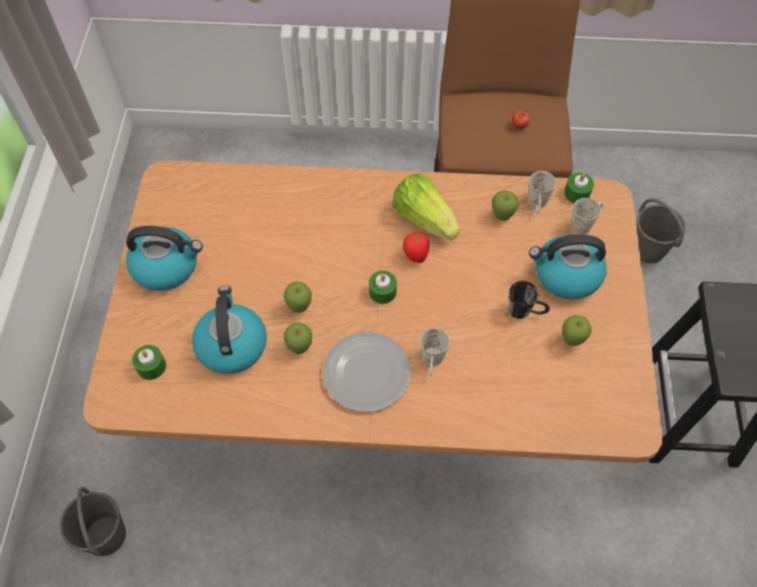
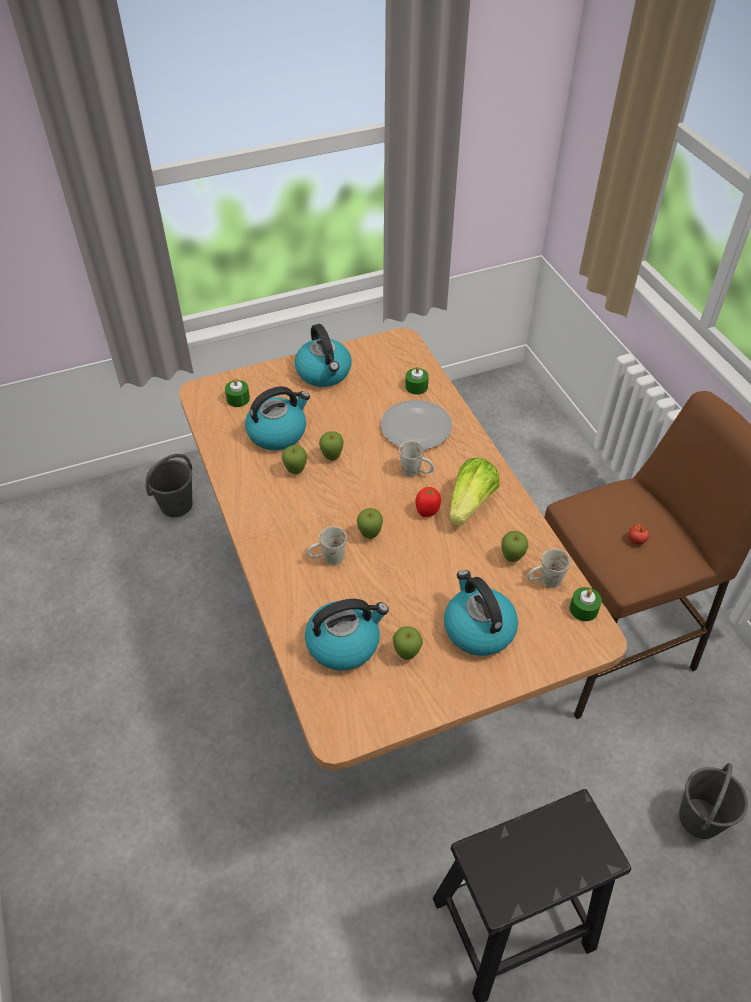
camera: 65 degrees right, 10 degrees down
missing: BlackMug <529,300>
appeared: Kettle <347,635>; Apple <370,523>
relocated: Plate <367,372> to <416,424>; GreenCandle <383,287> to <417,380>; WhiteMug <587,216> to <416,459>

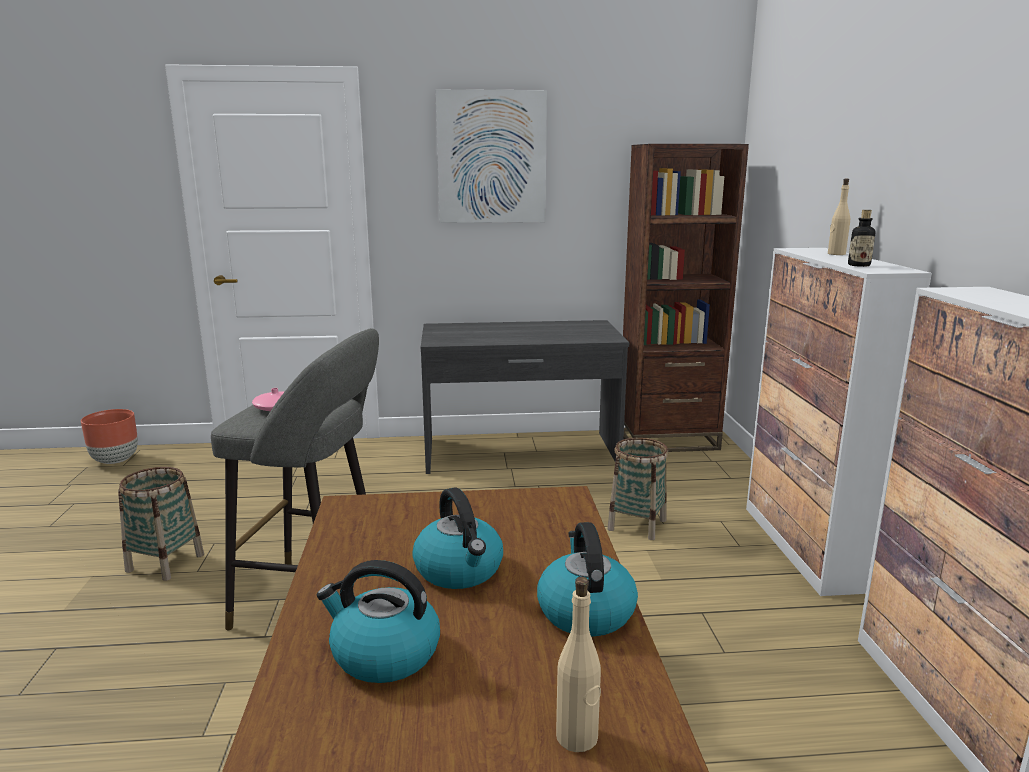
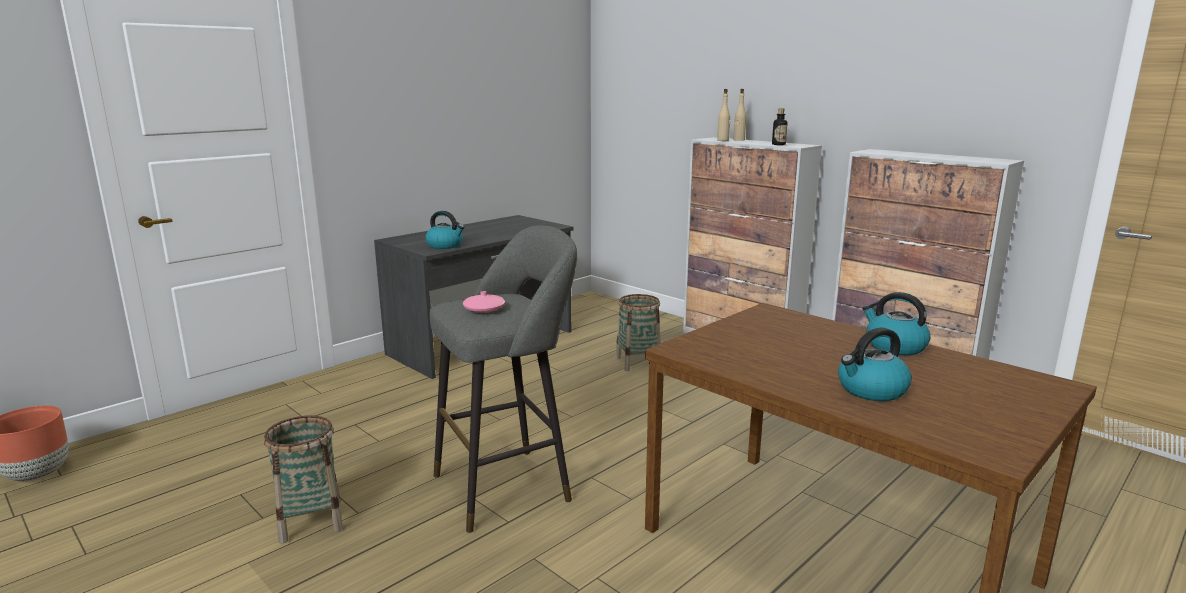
camera: 40 degrees left, 0 degrees up
missing: Picture <491,156>; BrownBookcase <686,298>
relocated: Kettle <457,538> to <445,230>; BeigeBottle <578,664> to <723,115>

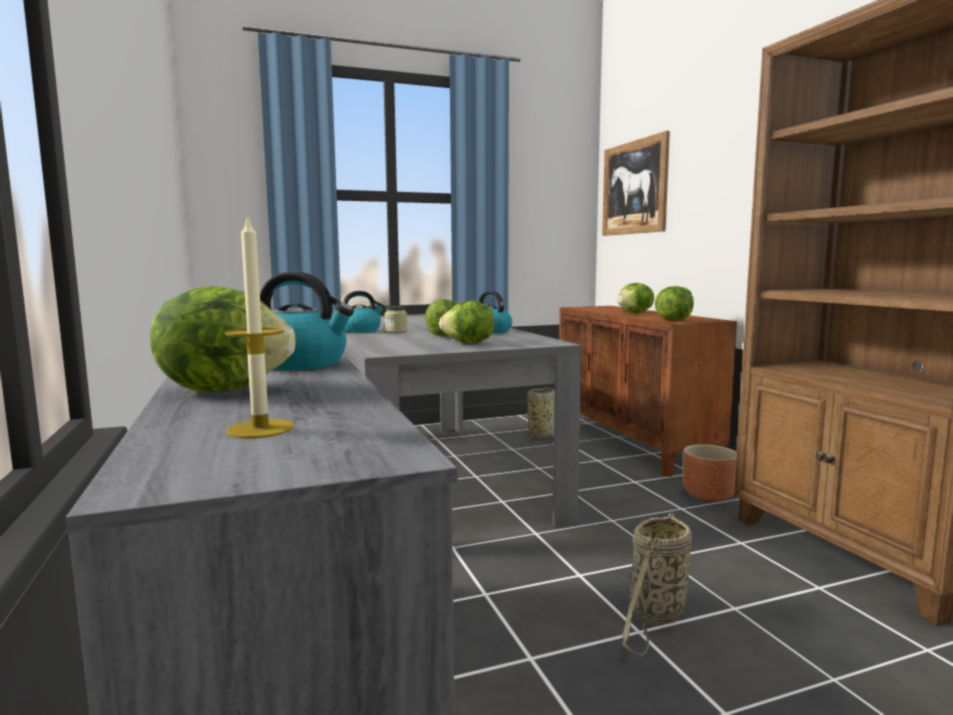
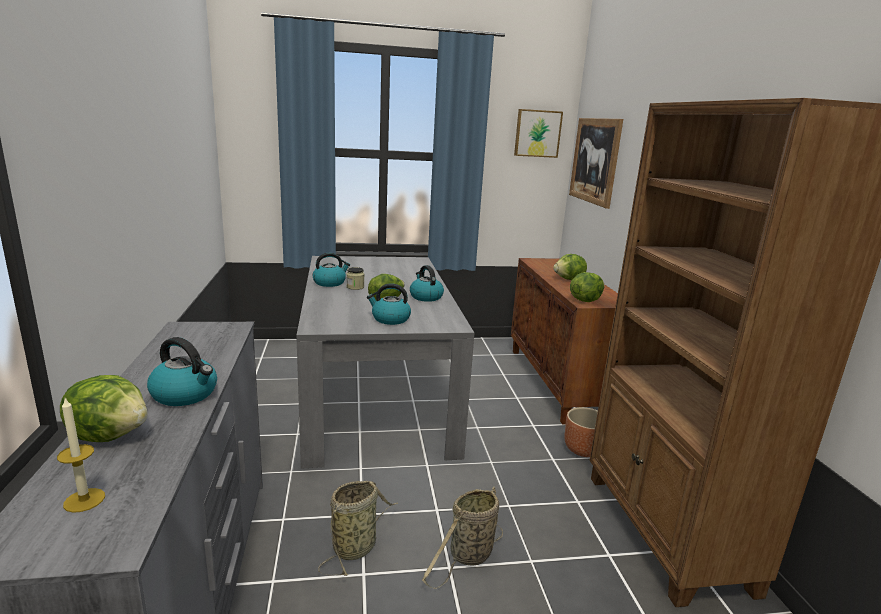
camera: 10 degrees right, 10 degrees up
appeared: Picture <538,133>
relocated: Basket <541,414> to <358,528>
exchanged: Lettuce <467,322> to Kettle <389,304>

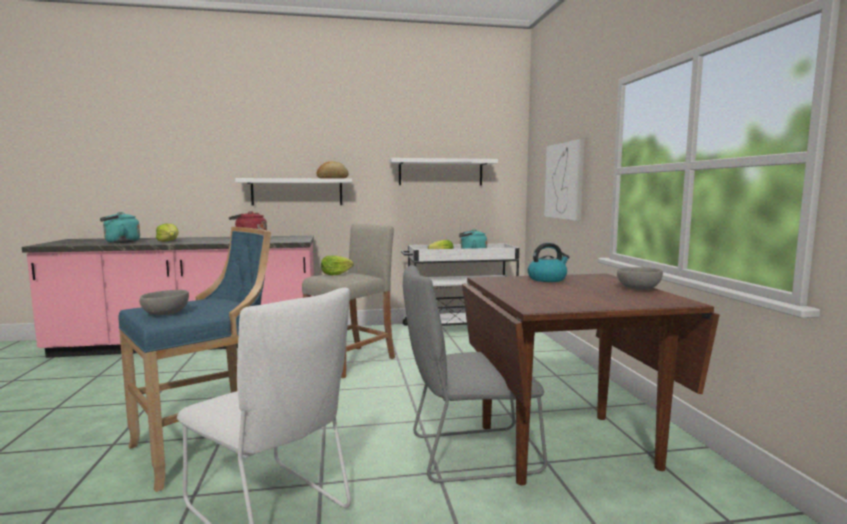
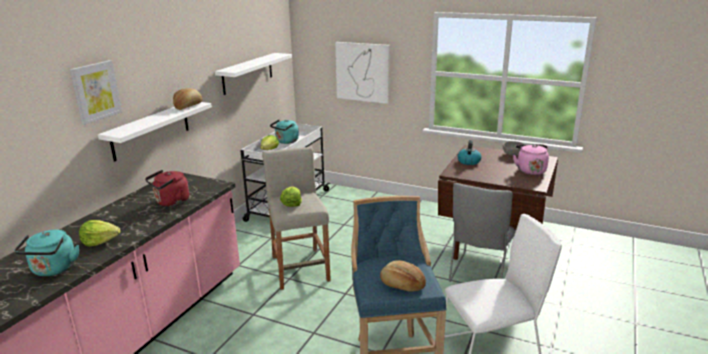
camera: 55 degrees left, 15 degrees up
appeared: Picture <96,92>; PinkKettle <531,159>
exchanged: GreyBowl <164,302> to Bread <403,276>

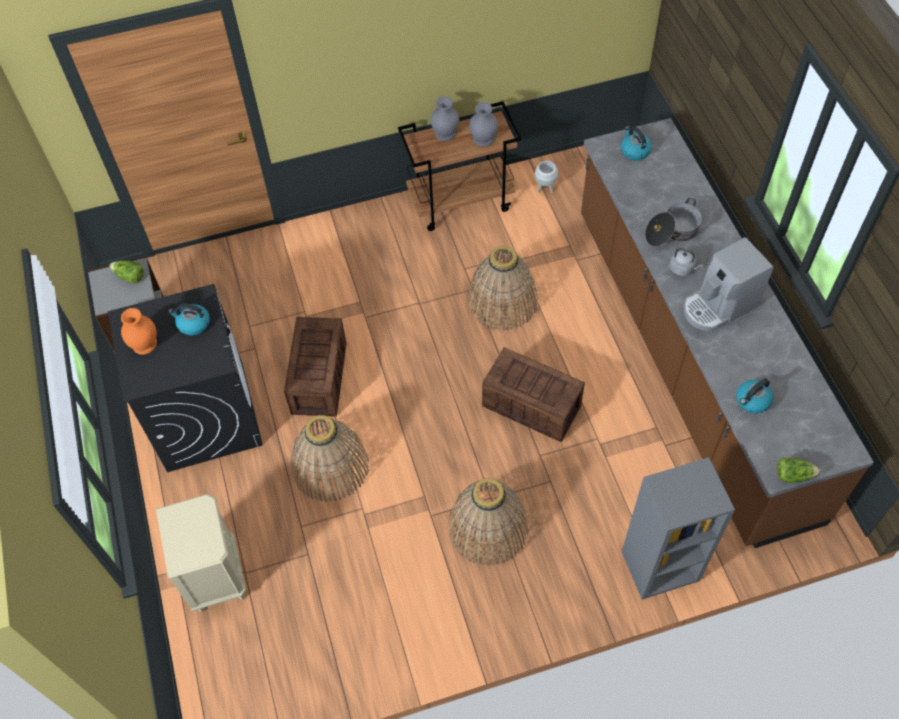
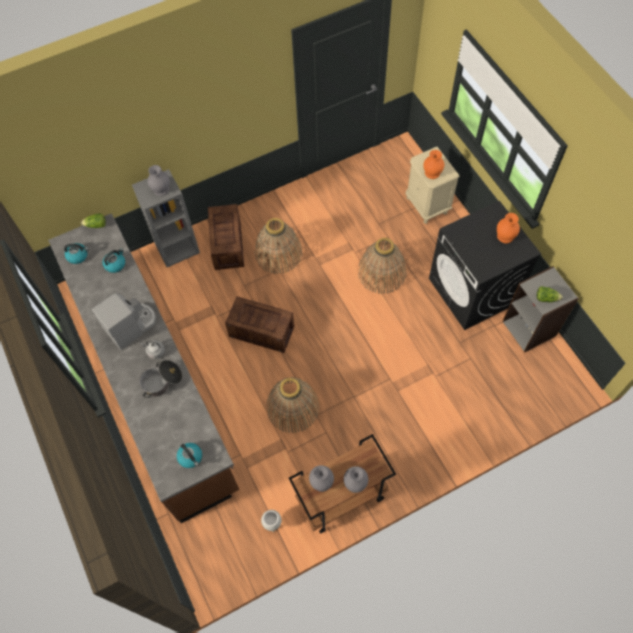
camera: 170 degrees right, 5 degrees up
appeared: GreyVase <159,180>; OrangeVase <433,164>
relocated: Kettle <189,319> to <76,253>; Crate <315,367> to <226,237>

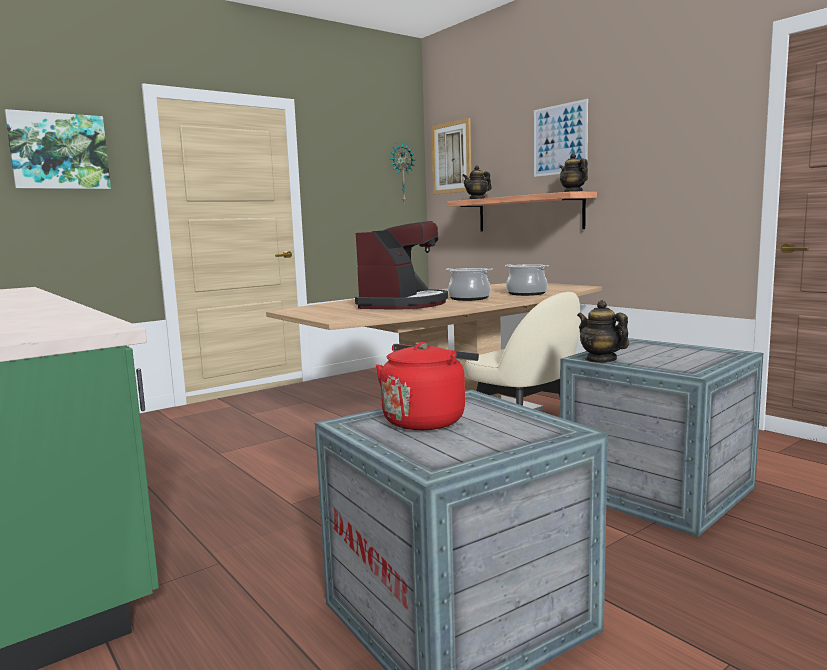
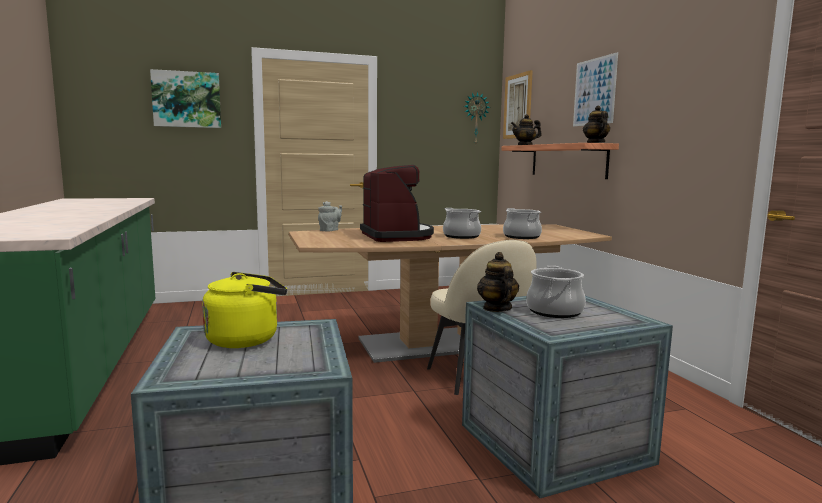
camera: 20 degrees right, 0 degrees up
appeared: GreyTeapot <330,216>; CookingPot <556,292>
colour: RedKettle <427,386> to YellowKettle <244,310>
spun: CoffeeMachine <401,265> = <397,203> 60 degrees counterclockwise

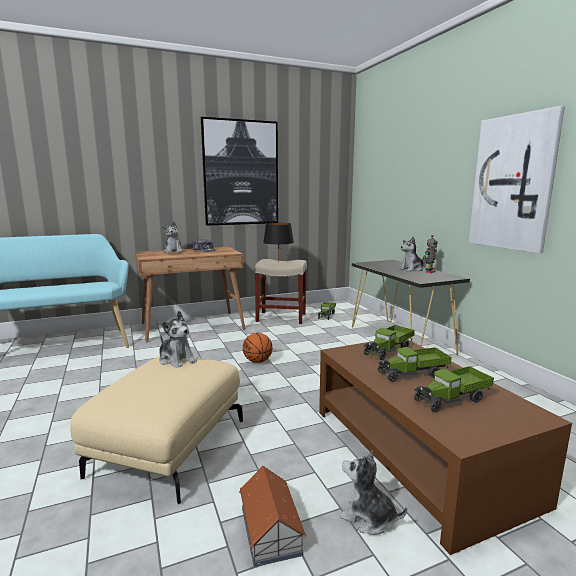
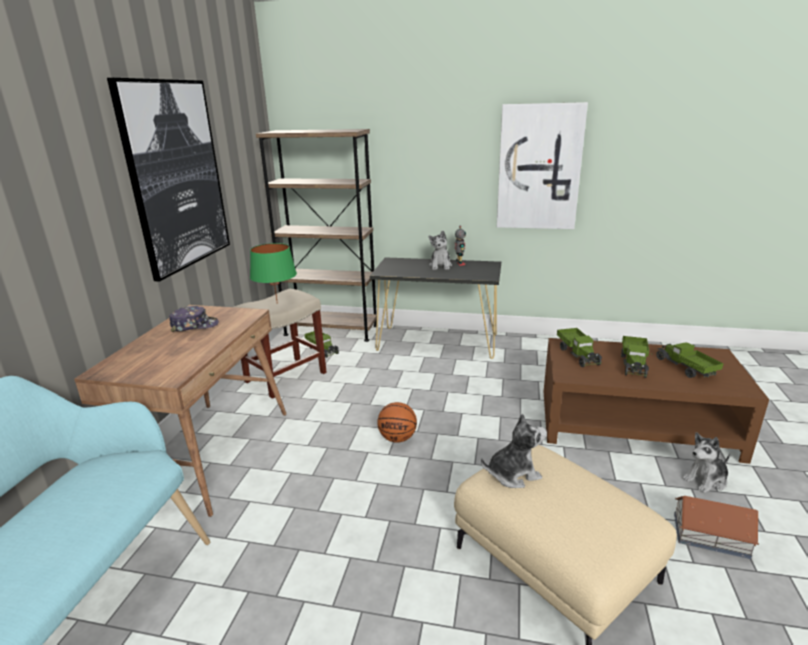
camera: 55 degrees left, 10 degrees up
missing: PlushToy <173,237>
appeared: BrownBookcase <316,235>
colour: BlackTableLamp <278,242> to GreenTableLamp <273,273>
spun: ToyTruck <454,389> = <690,360> 150 degrees clockwise

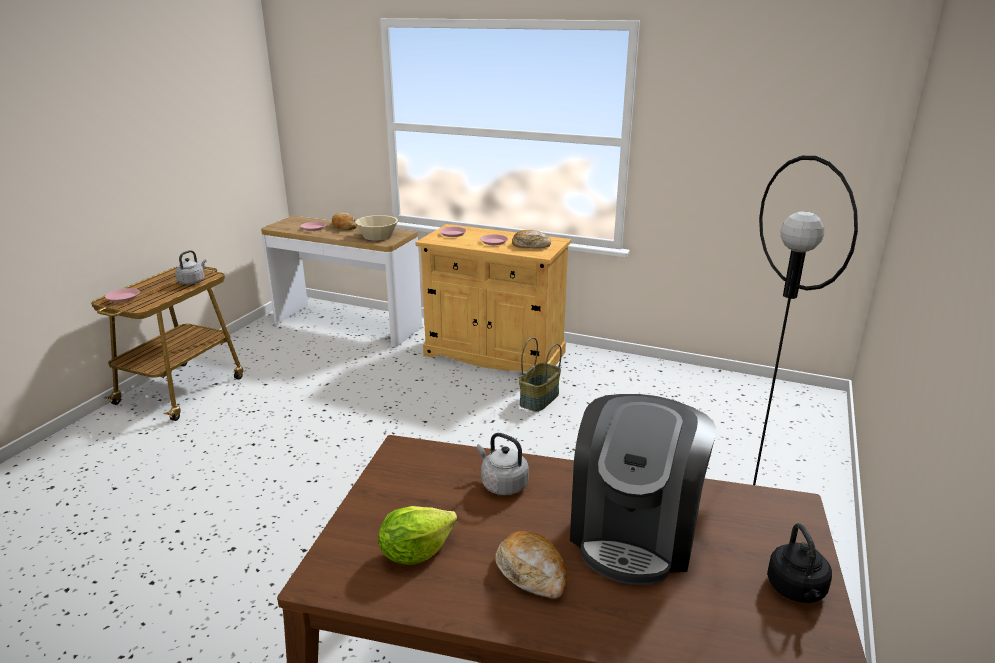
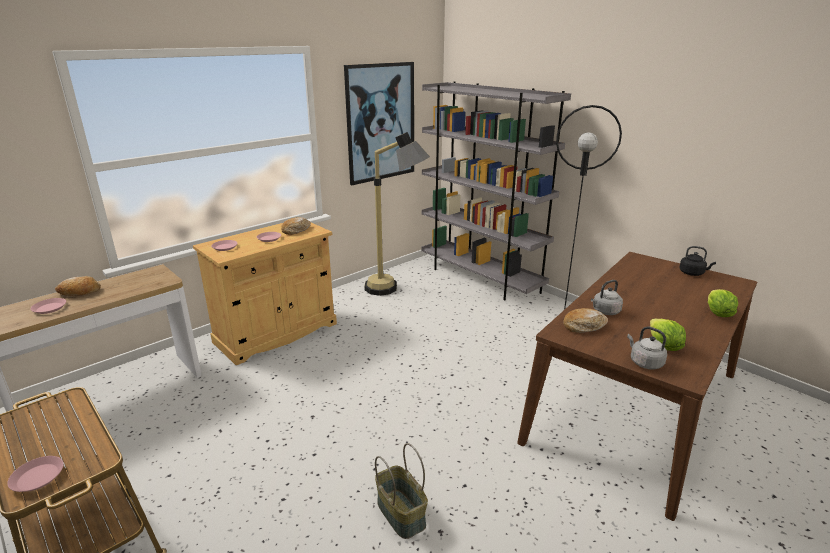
camera: 65 degrees left, 0 degrees up
missing: BeigeBowl <376,228>; CoffeeMachine <643,489>
appeared: Picture <379,123>; FloorLamp <397,214>; GreyBookcase <496,190>; Lettuce <723,303>
relocated: GreyKettle <190,267> to <647,348>; Bread <531,564> to <585,320>; Basket <540,374> to <401,491>

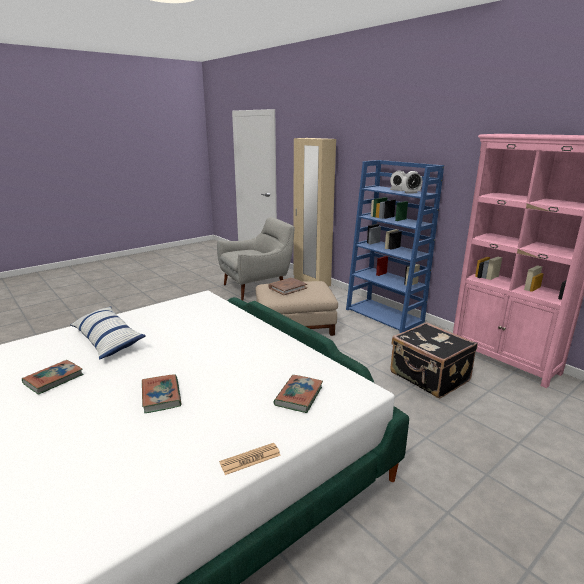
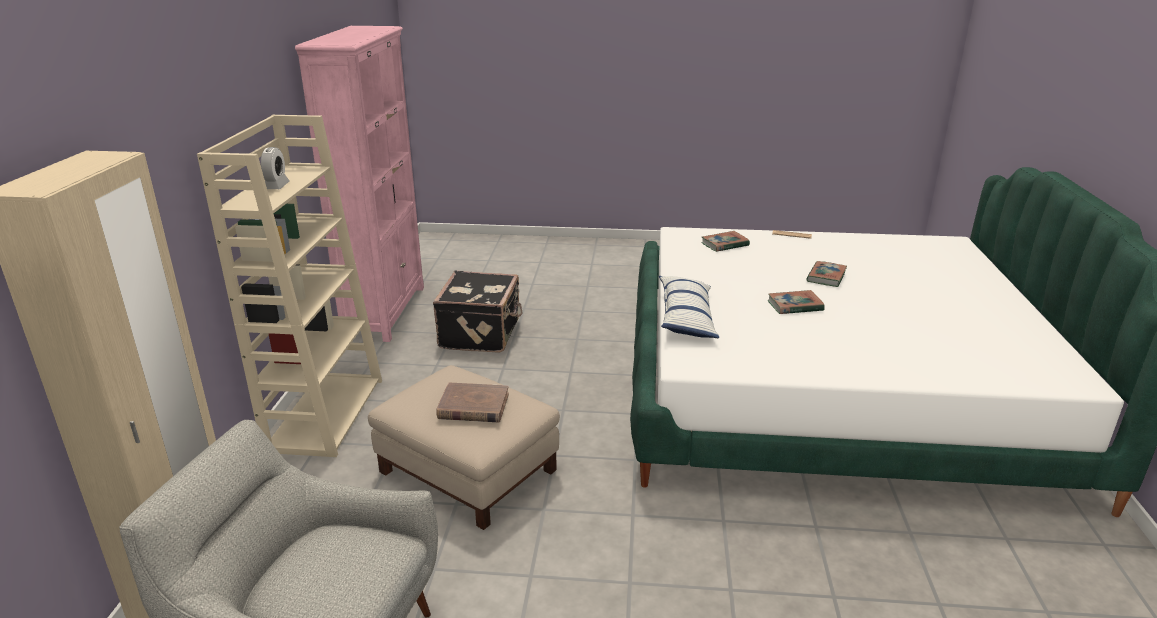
camera: 135 degrees left, 5 degrees up
missing: AlarmClock <412,182>
relocated: Book <53,377> to <796,302>; Pillow <108,333> to <689,307>
colour: BlueBookcase <395,246> to BeigeBookcase <289,286>

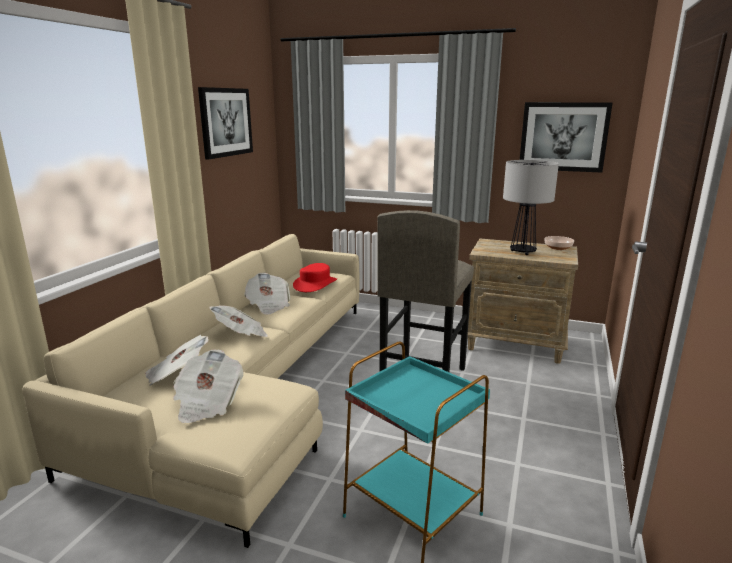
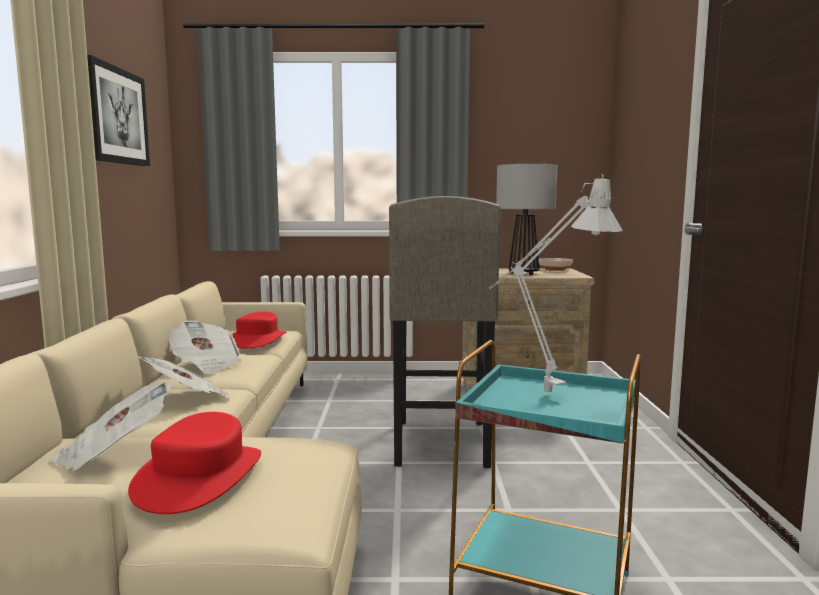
camera: 20 degrees left, 10 degrees down
missing: Picture <566,137>
appeared: GreyTableLamp <556,283>
exchanged: Newspaper <208,386> to RedHat <194,463>

